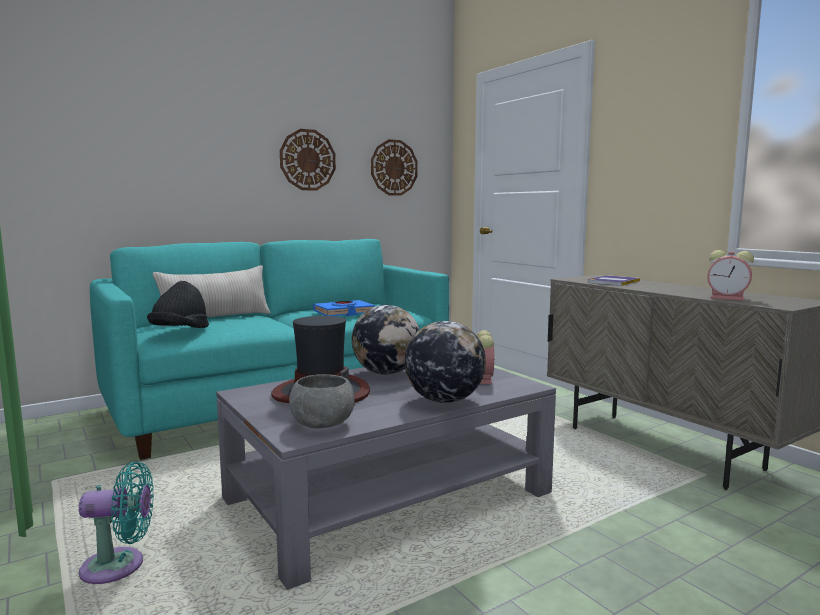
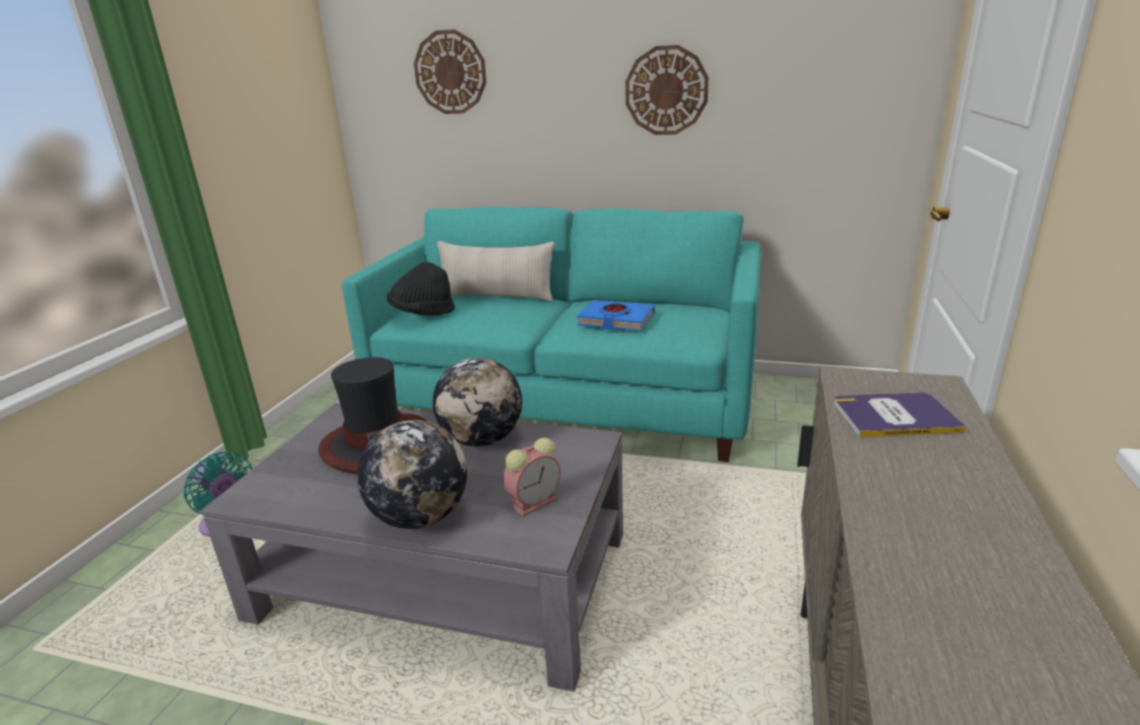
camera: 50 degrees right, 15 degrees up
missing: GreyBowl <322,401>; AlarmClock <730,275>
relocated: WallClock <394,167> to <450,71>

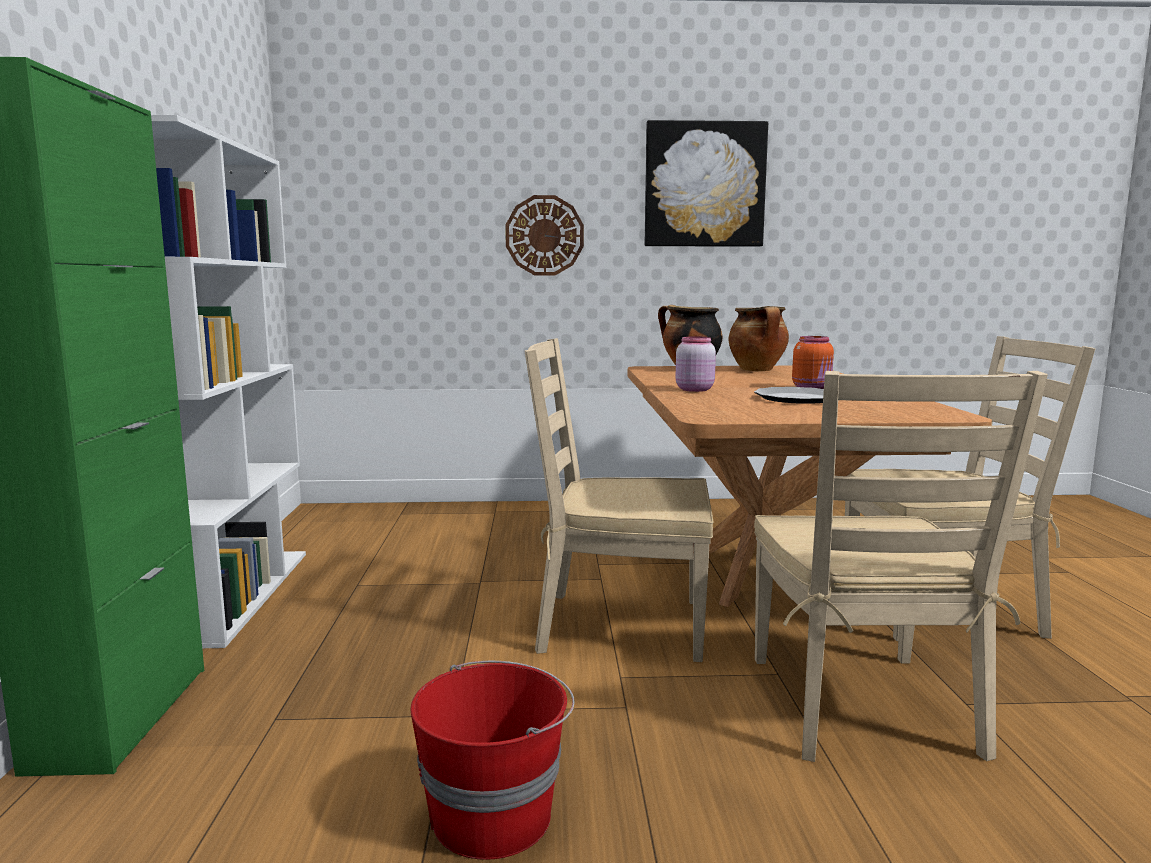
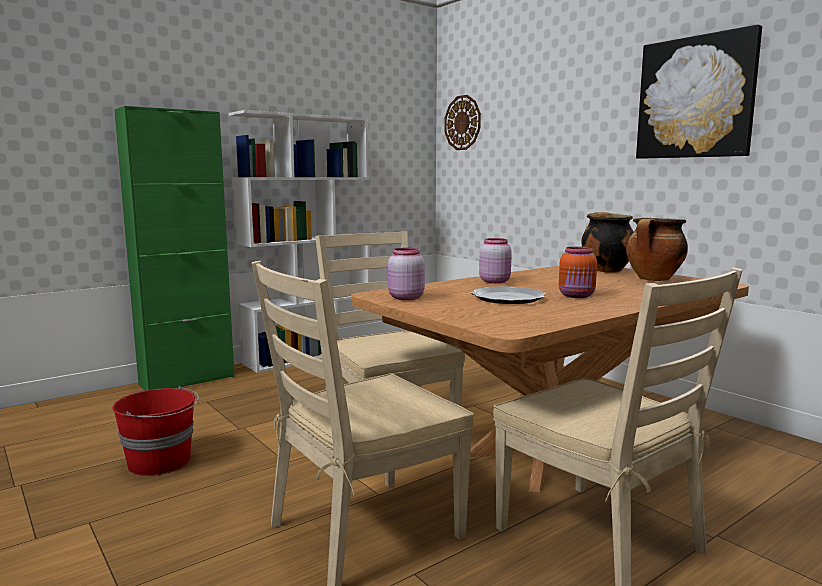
camera: 55 degrees right, 0 degrees up
appeared: PinkJar <406,274>
relocated: WallClock <544,235> to <462,122>

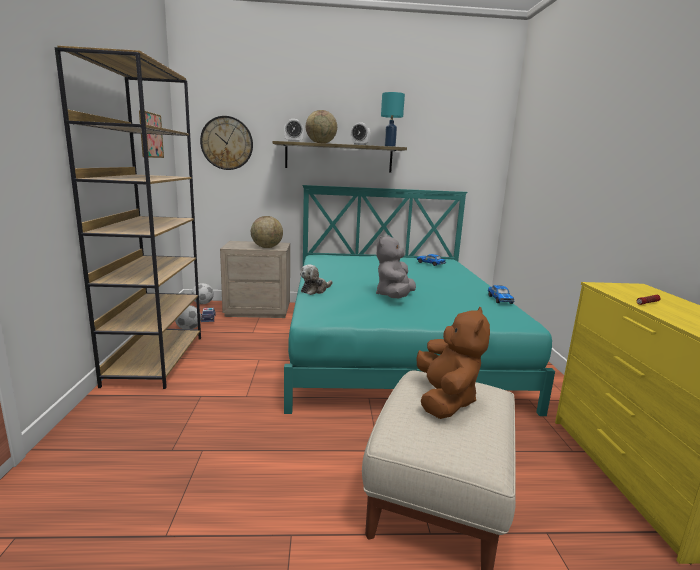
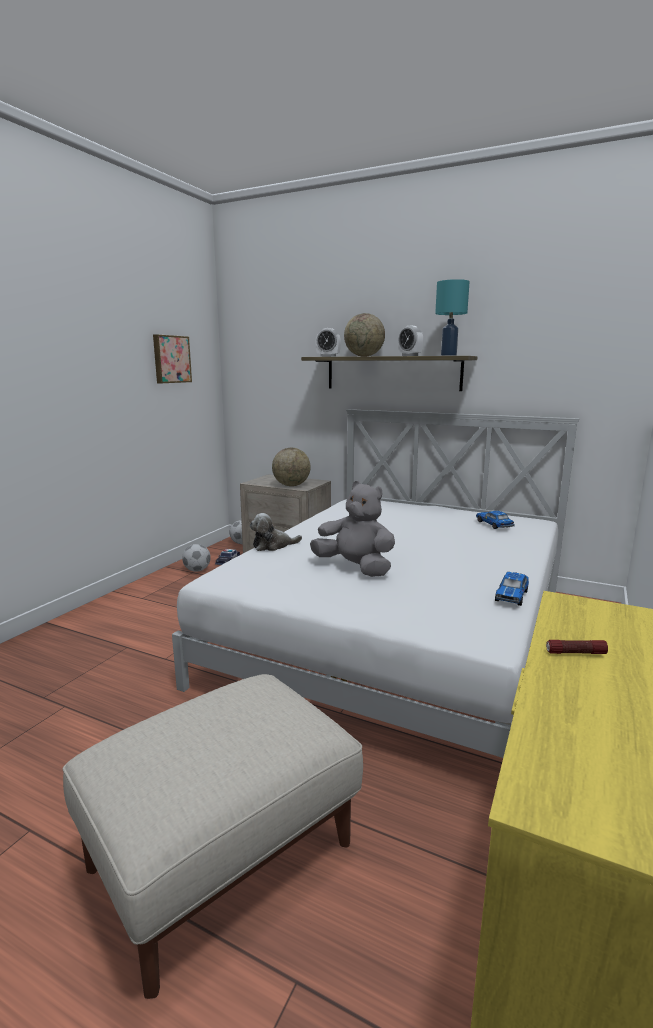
camera: 30 degrees right, 0 degrees up
missing: BrownBookcase <128,217>; WallClock <226,143>; BrownPlushToy <453,363>
colour: TurquoiseBed <419,300> to WhiteBed <376,583>
spun: GreyPlushToy <396,266> = <352,529> 75 degrees clockwise

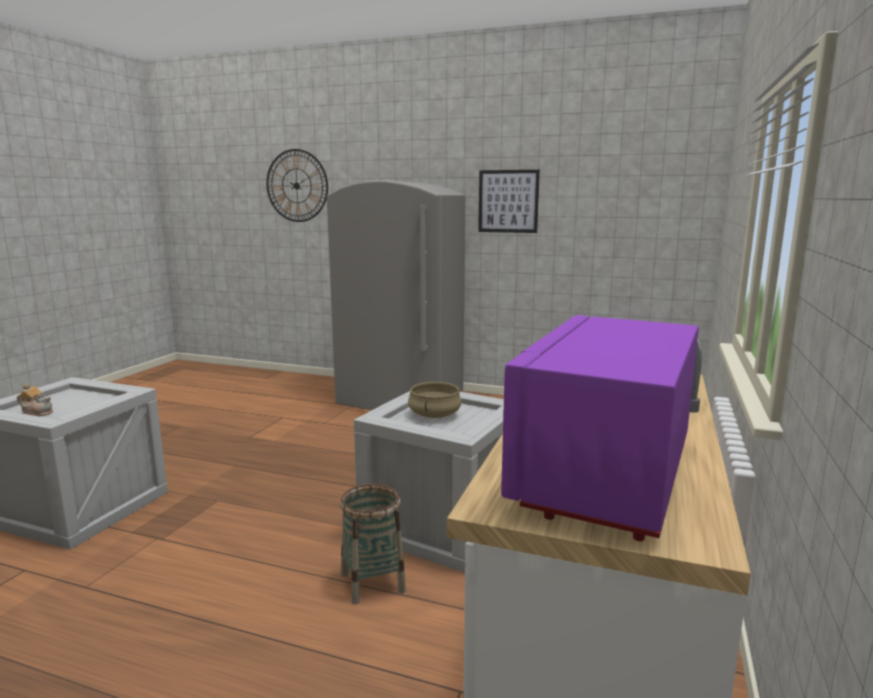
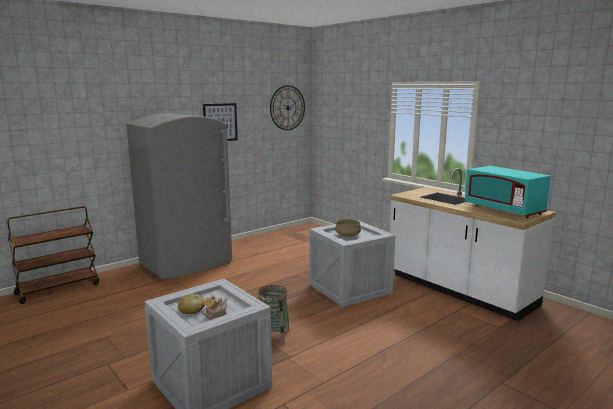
camera: 60 degrees left, 0 degrees up
appeared: BrownCart <53,255>; Bread <191,304>
relocated: WallClock <297,185> to <287,107>; Basket <373,544> to <273,314>
colour: PurpleMicrowave <600,428> to TurquoiseMicrowave <508,192>

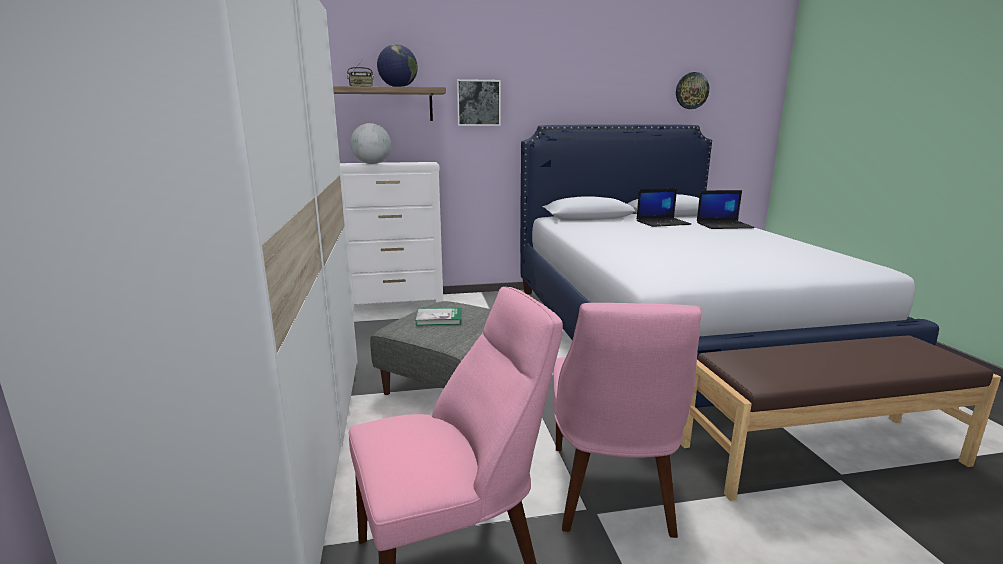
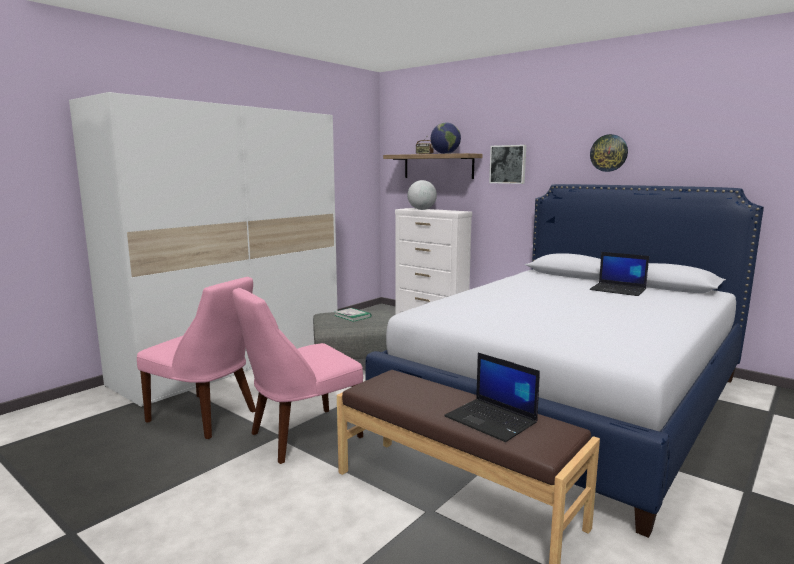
camera: 50 degrees right, 5 degrees down
relocated: WallClock <692,90> to <609,153>; Laptop <726,209> to <492,397>

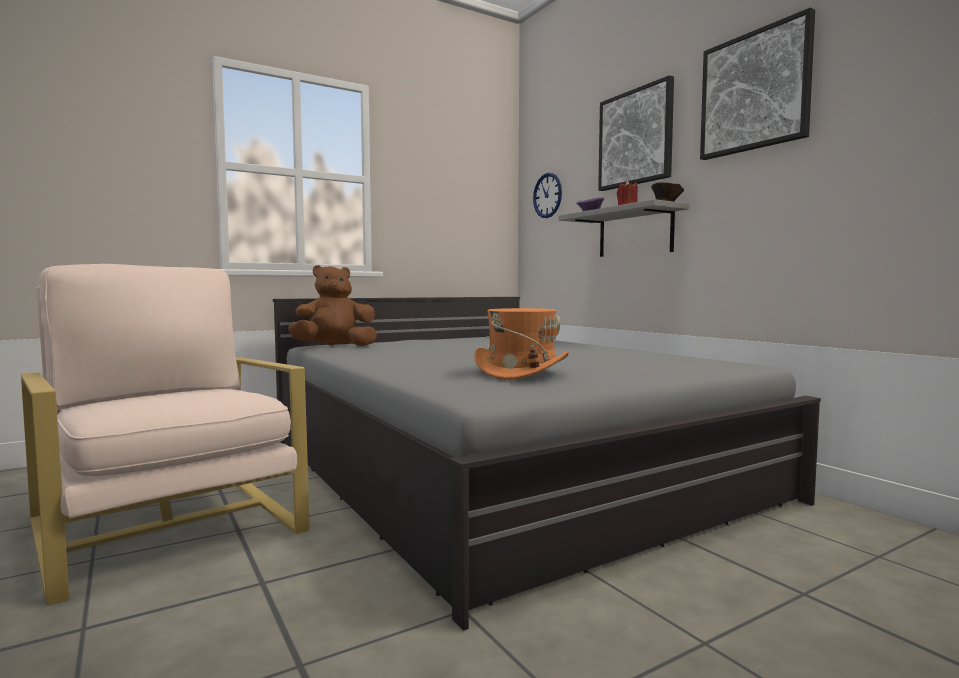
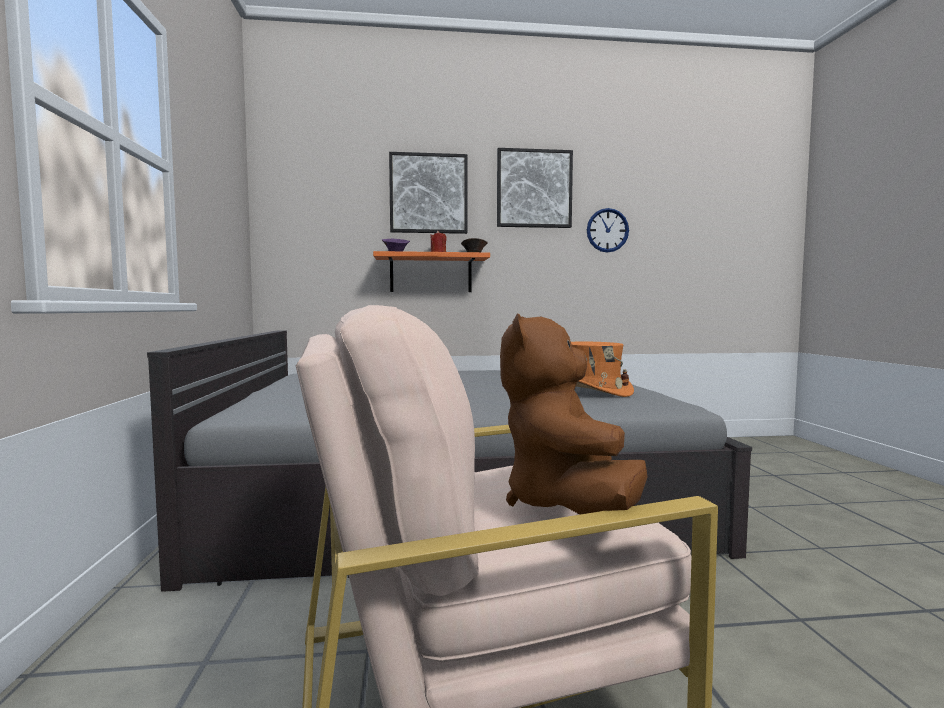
camera: 65 degrees left, 0 degrees up
relocated: BrownPlushToy <332,305> to <573,414>; WallClock <547,195> to <608,230>
colour: GreyShelf <623,228> to OrangeShelf <431,271>

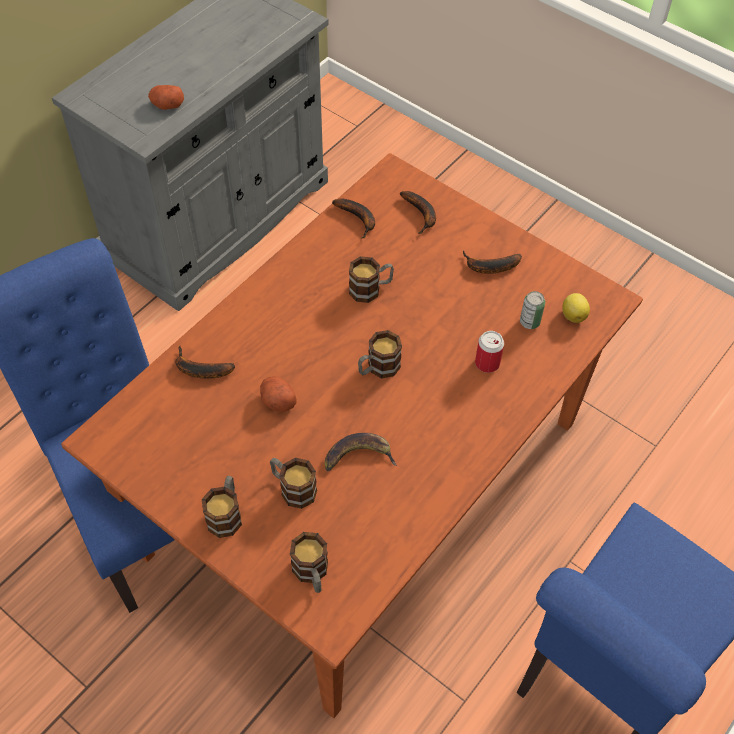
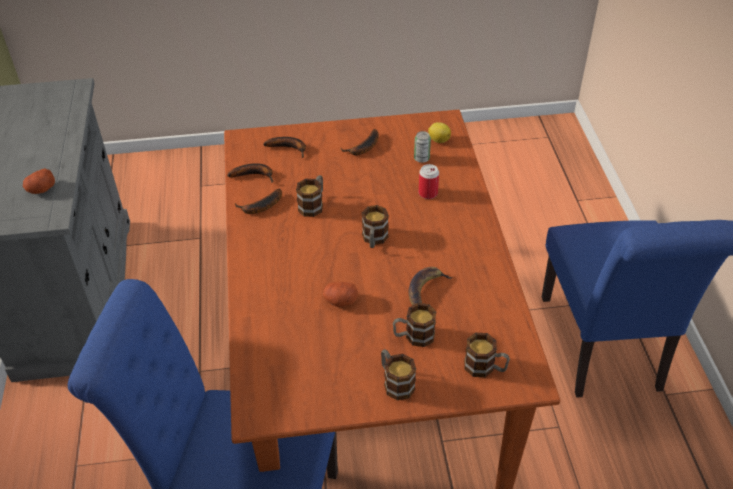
camera: 45 degrees left, 10 degrees down
relocated: Banana <205,361> to <258,201>

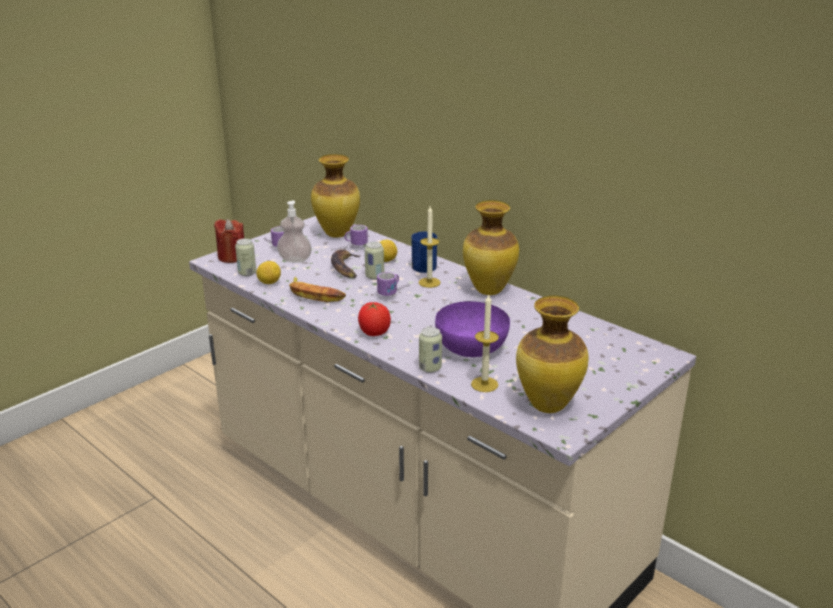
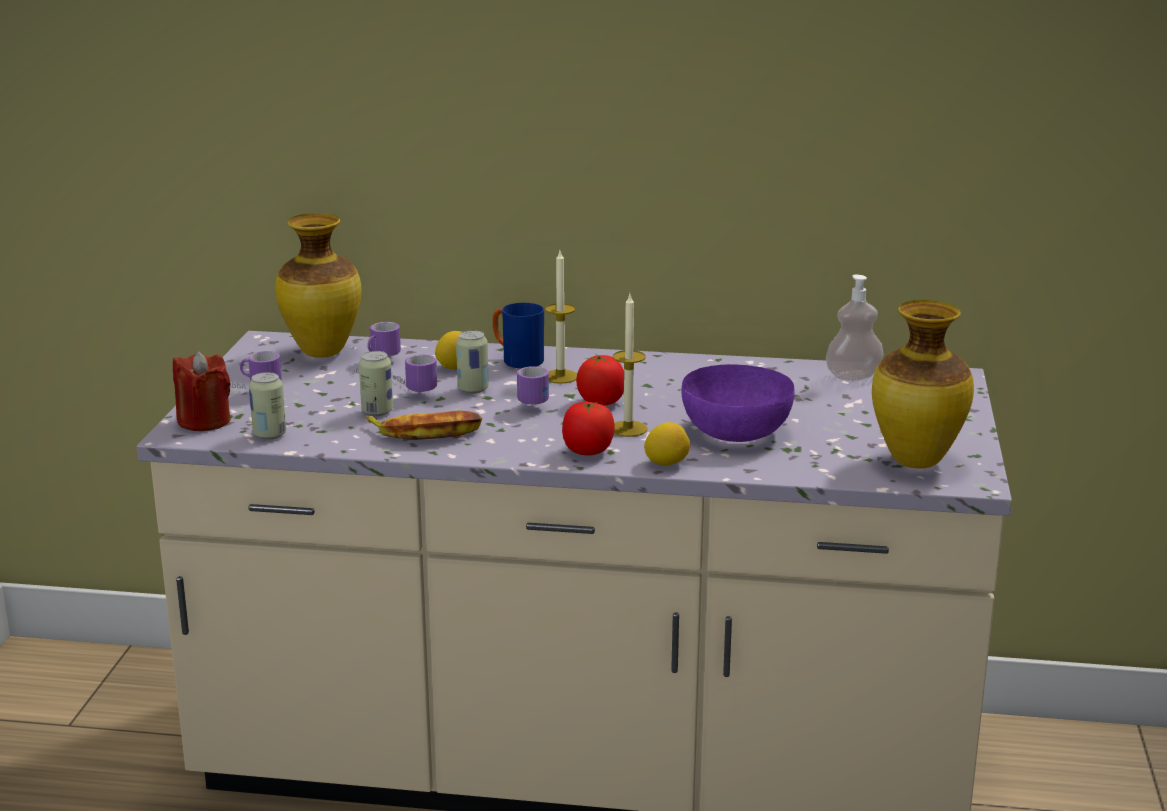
camera: 35 degrees left, 5 degrees down
missing: Vase <491,247>
appeared: Tomato <600,380>
relocated: Lemon <268,272> to <667,444>; SoapDispenser <294,232> to <855,328>; Can <430,350> to <376,383>; Candle <485,343> to <630,365>
exchanged: Banana <345,263> to Mug <415,374>

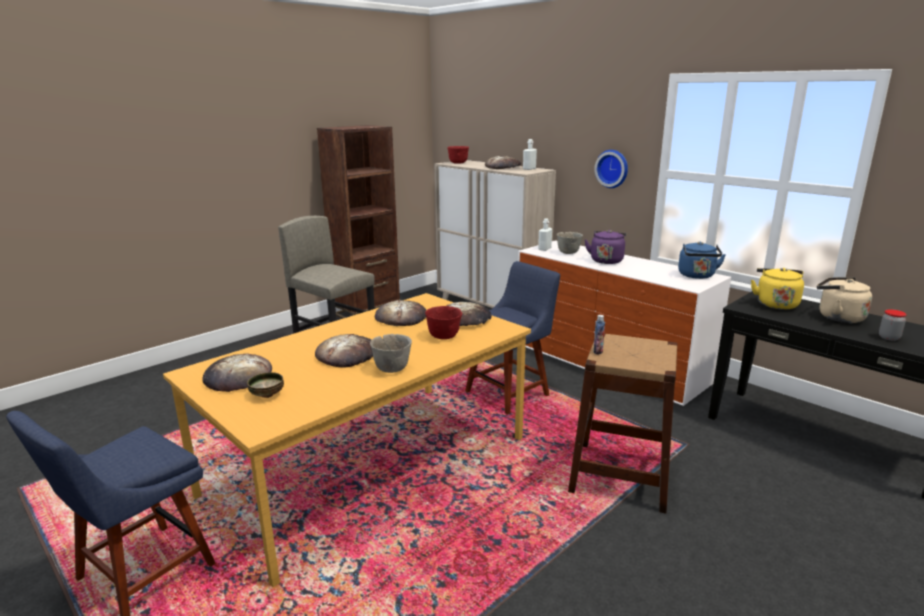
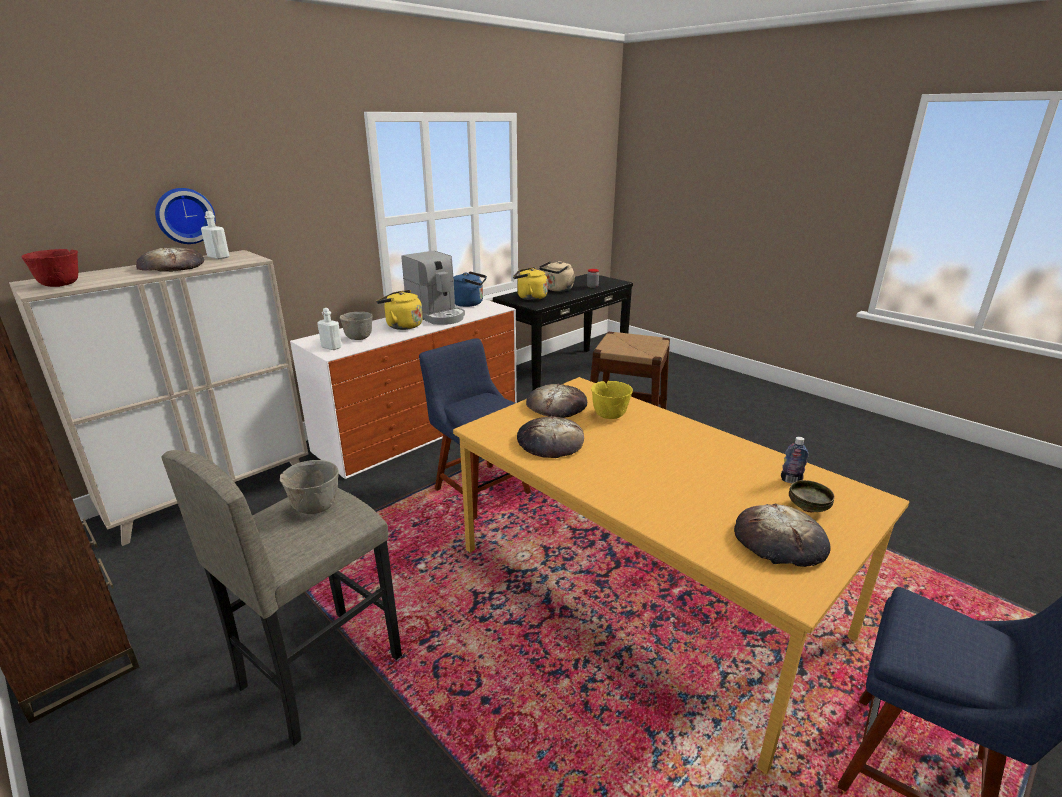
camera: 90 degrees left, 5 degrees up
missing: Bread <344,351>
appeared: CoffeeMachine <433,288>
relocated: GreyBowl <391,353> to <309,487>; Bottle <599,335> to <794,460>; WallClock <611,169> to <185,216>
colour: RedBowl <443,322> to YellowBowl <612,400>; PurpleKettle <605,247> to YellowKettle <399,310>

